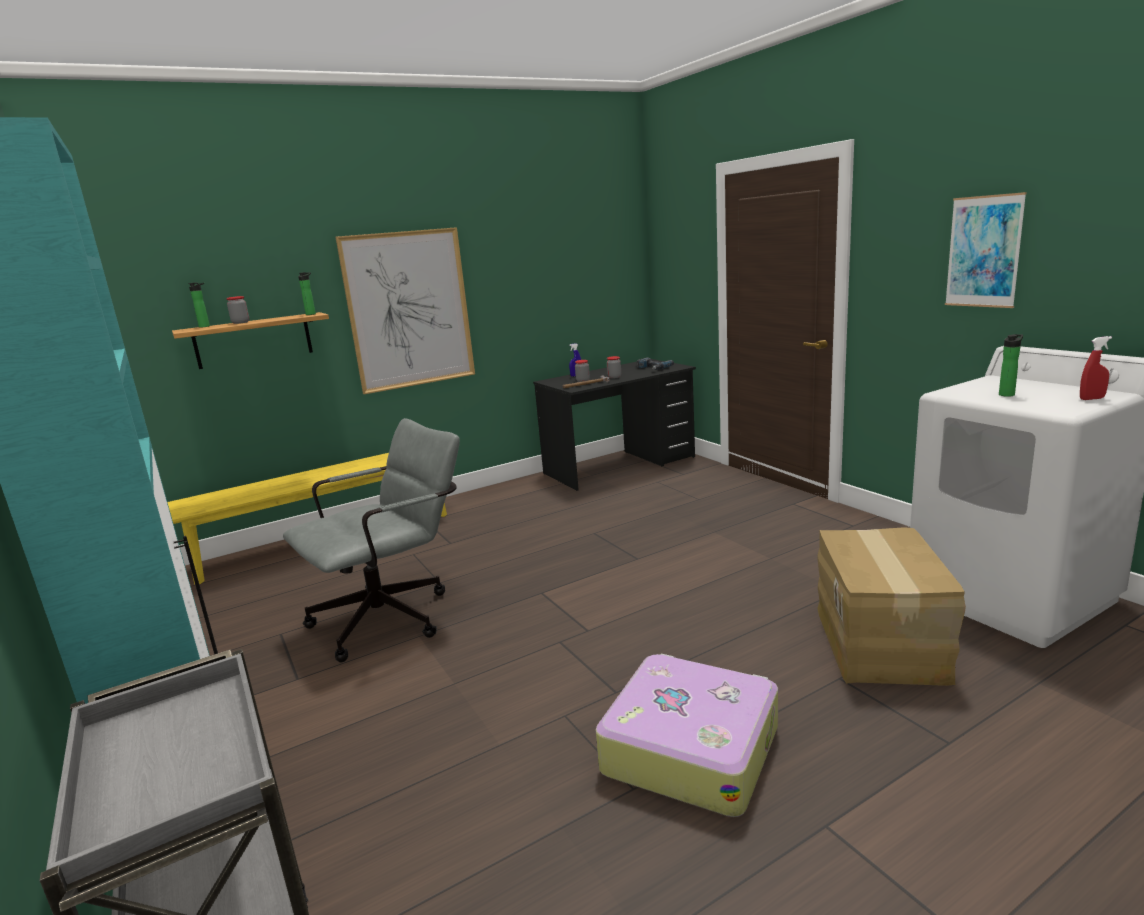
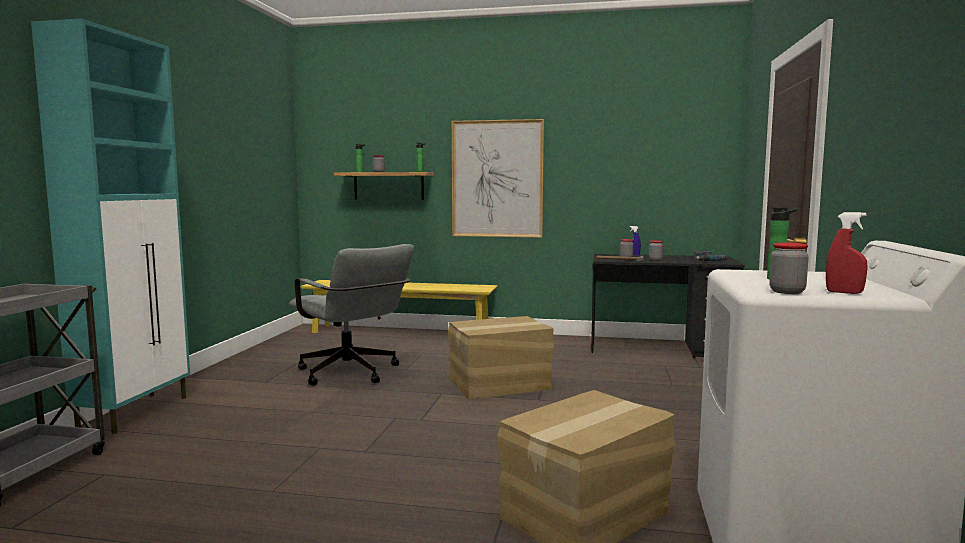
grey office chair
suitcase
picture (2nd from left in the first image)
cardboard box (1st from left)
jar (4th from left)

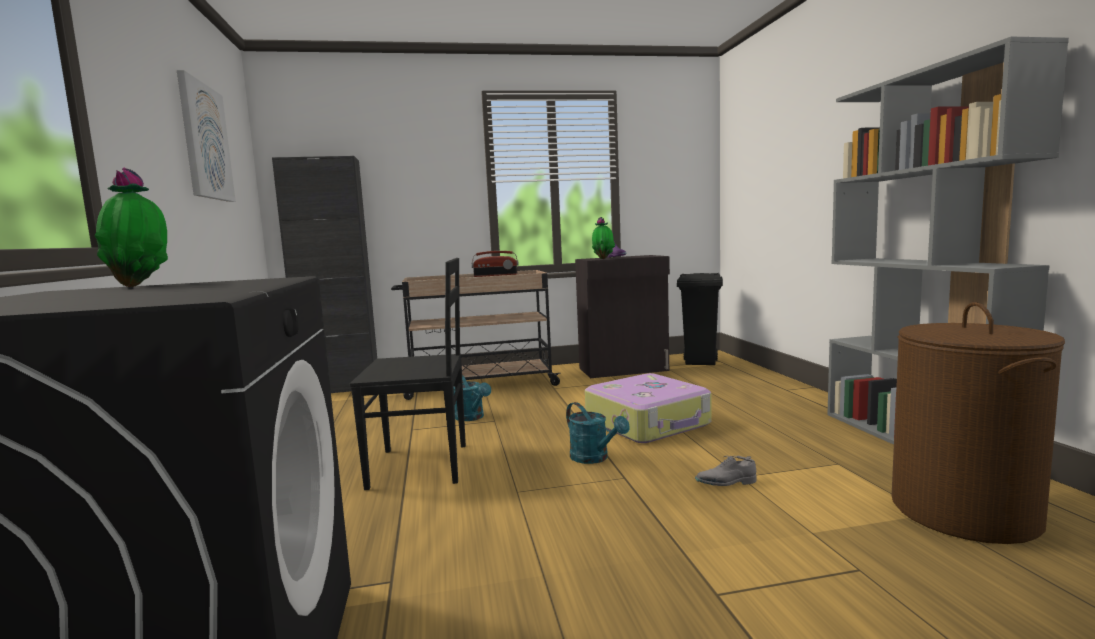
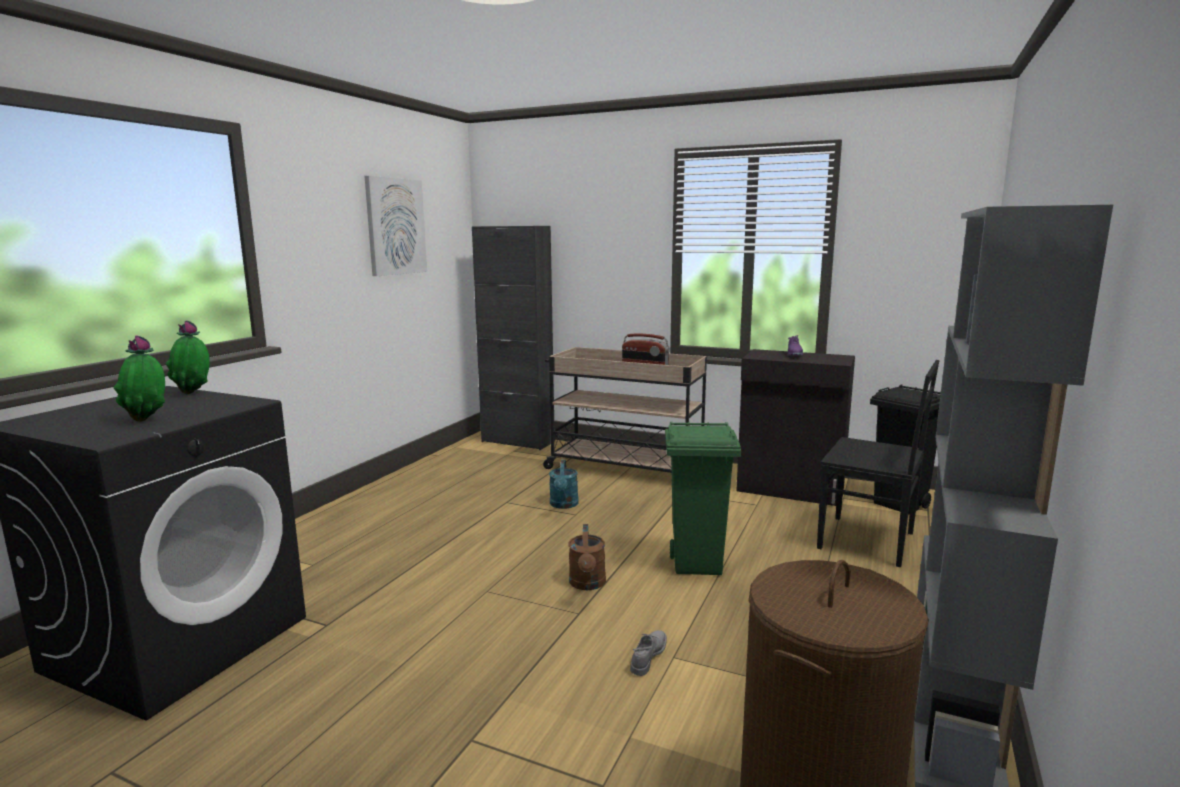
black chair
brown watering can
green trash can
potted plant (1st from left)
grey shoe

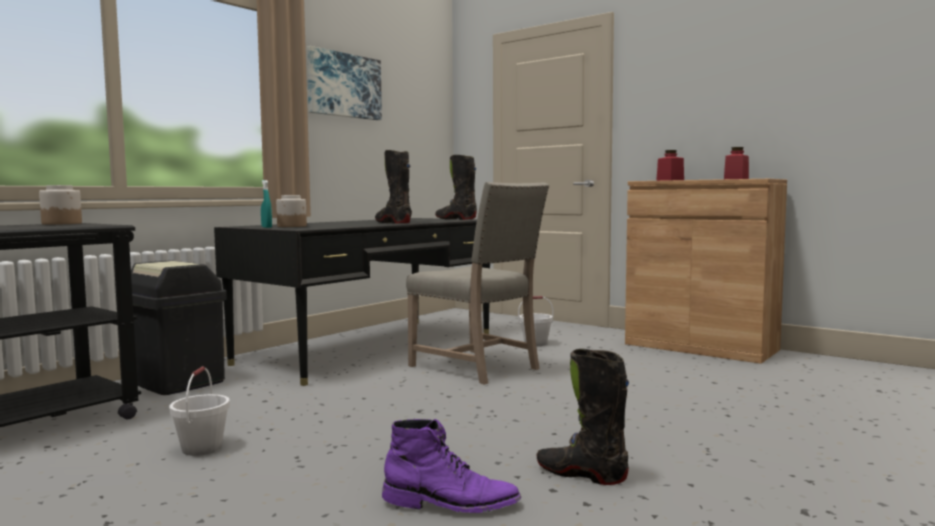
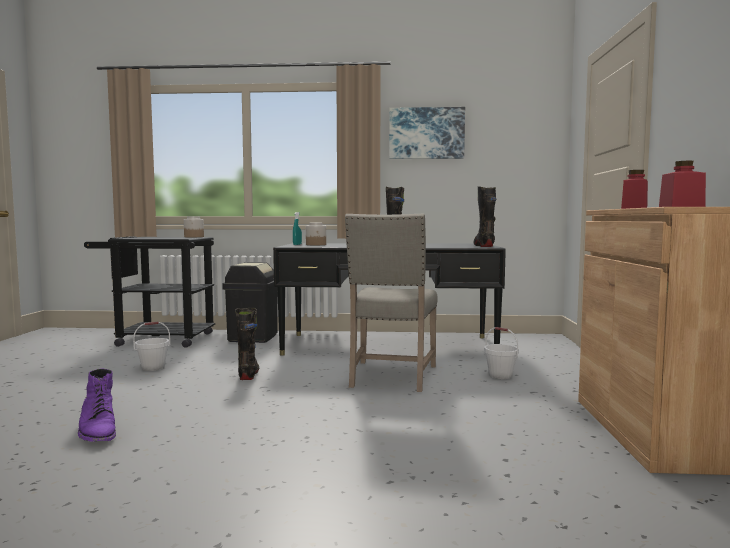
black boot (1st from left)

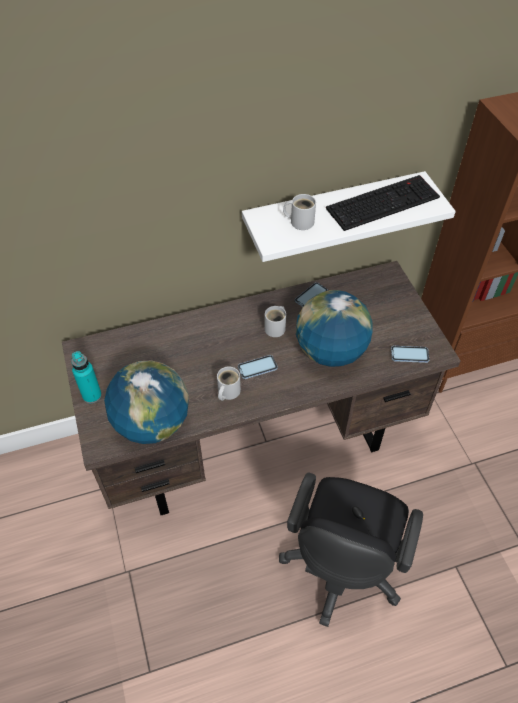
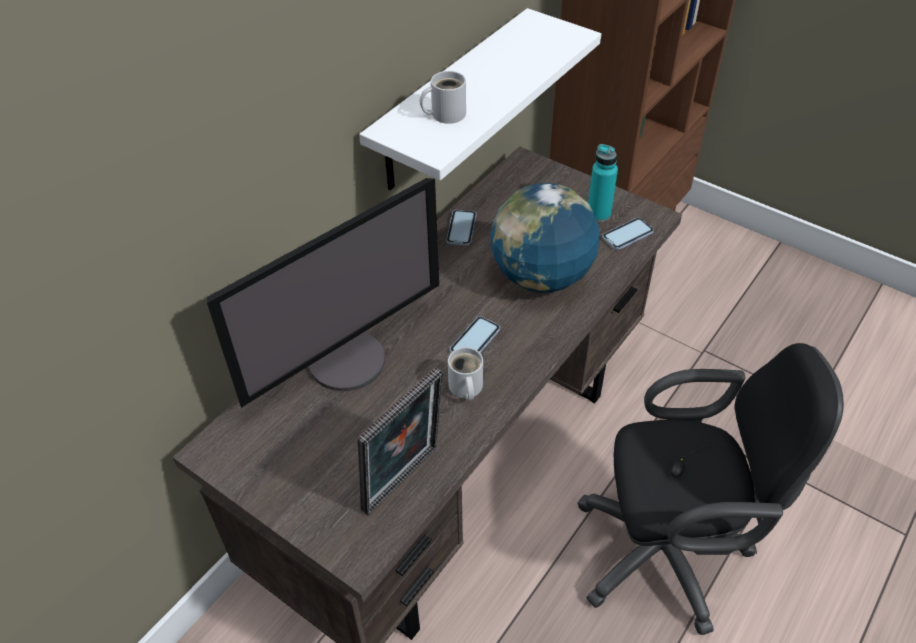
turquoise bottle
picture frame
white mug (2nd from left in the first image)
black office chair
keyboard
monitor

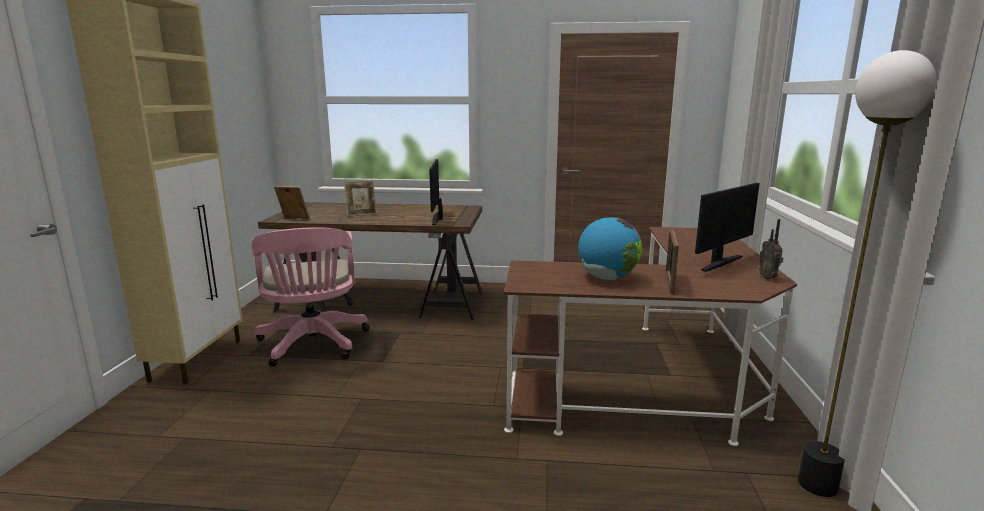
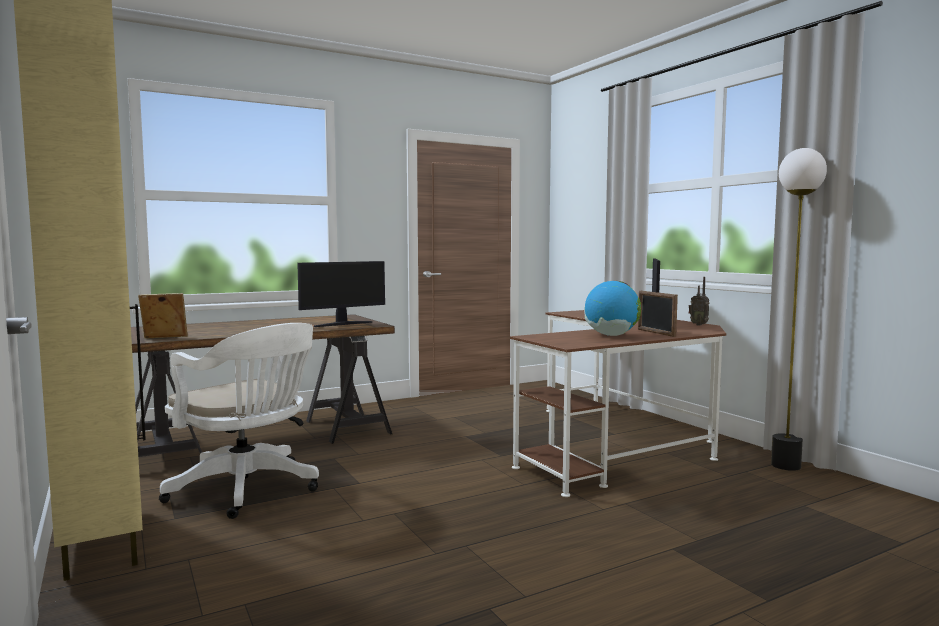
white office chair
picture frame (2nd from left in the first image)
monitor (1st from left)

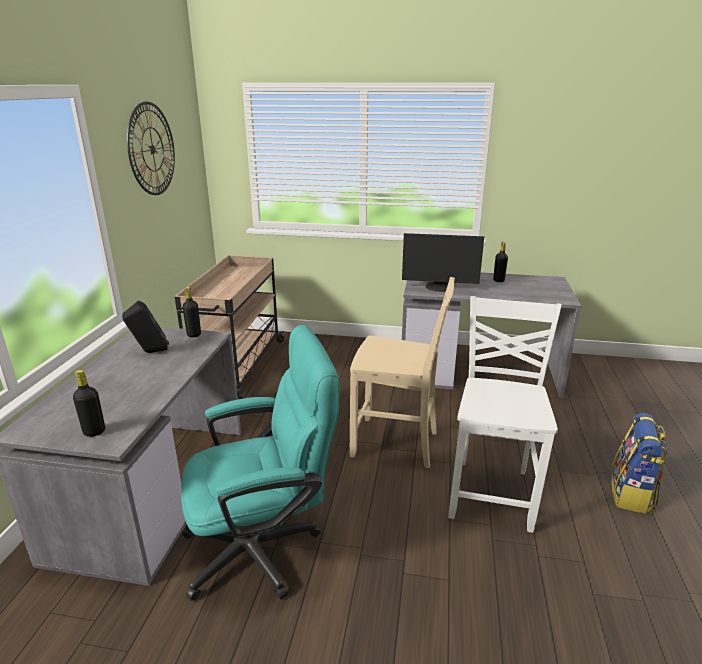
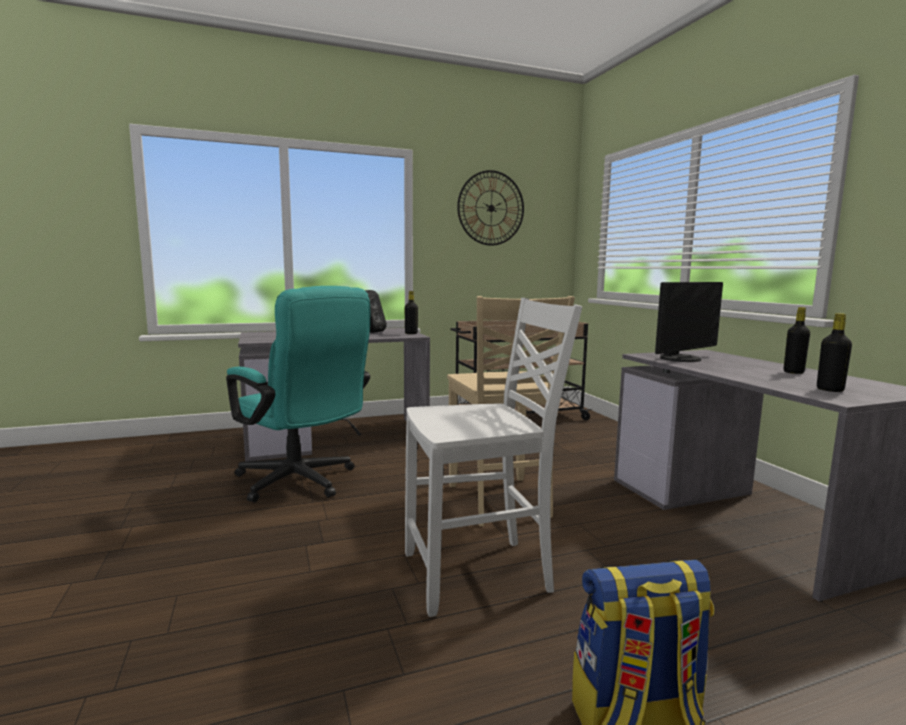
black bottle (3rd from left)
monitor

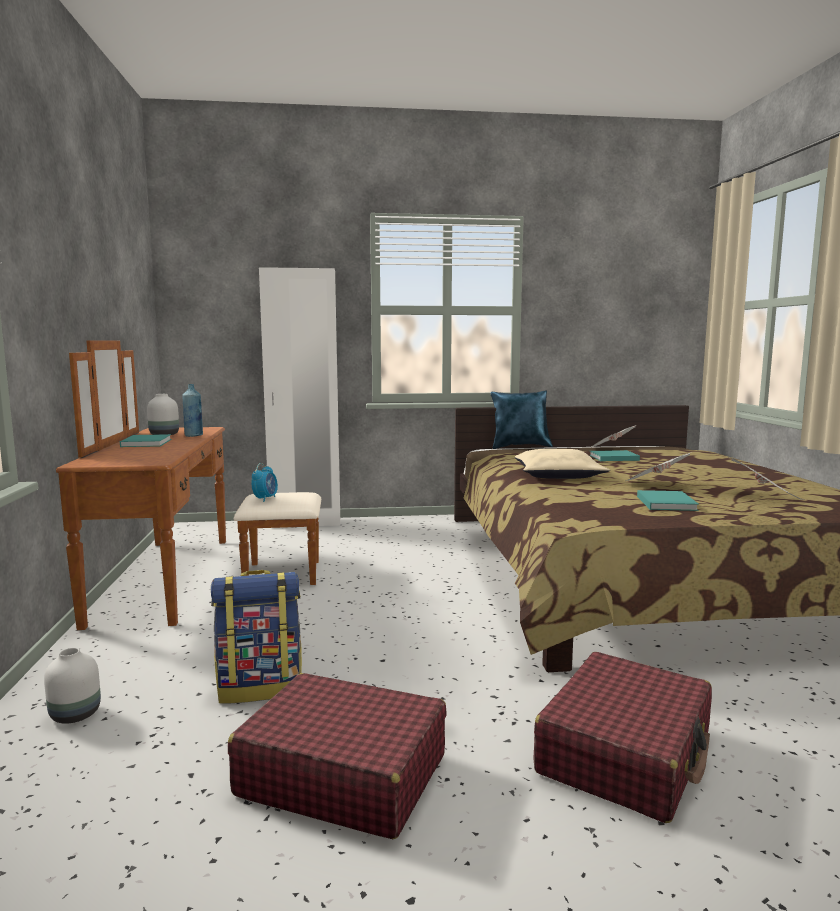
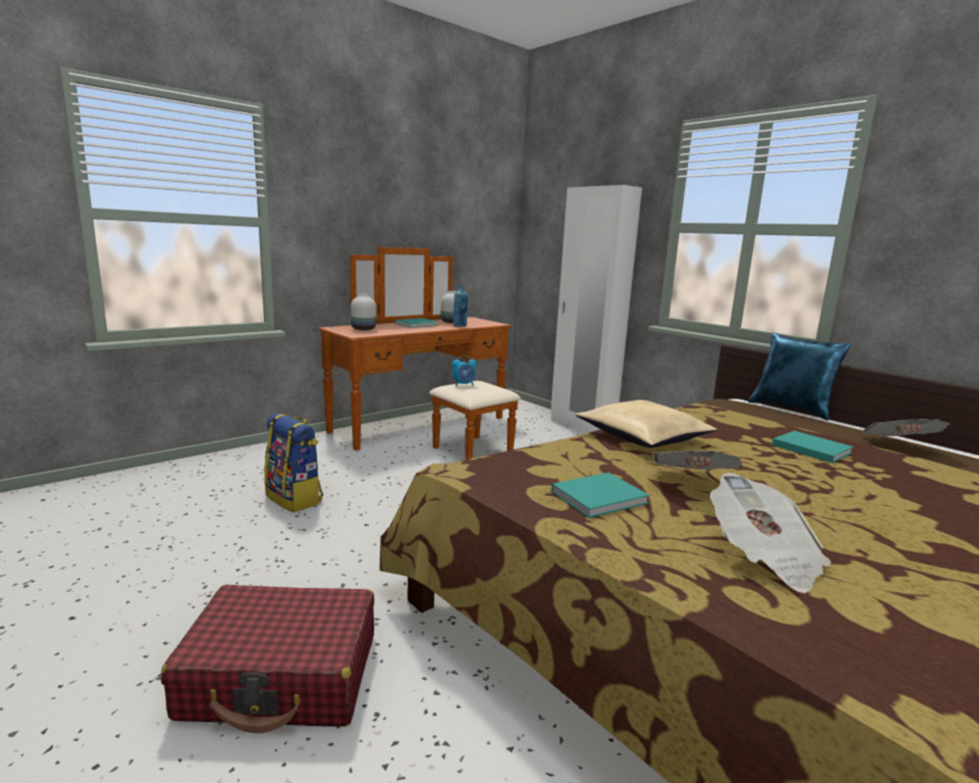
white vase (1st from left)
red suitcase (1st from left in the first image)

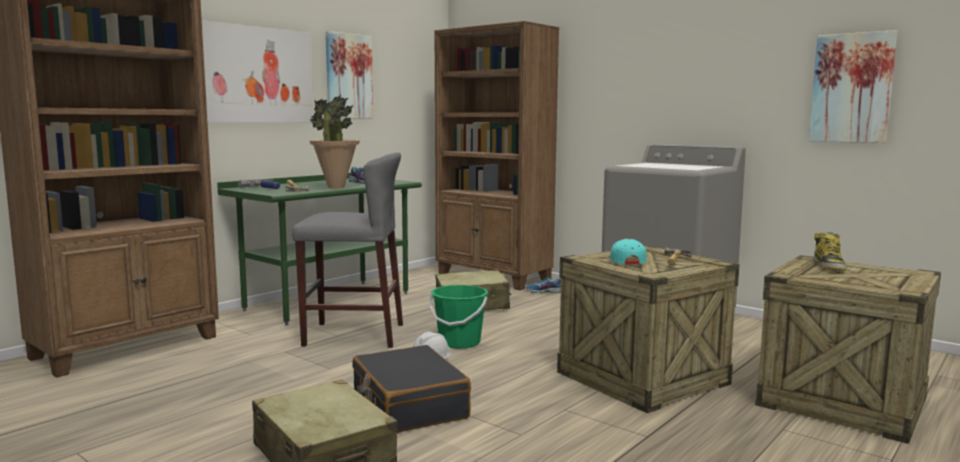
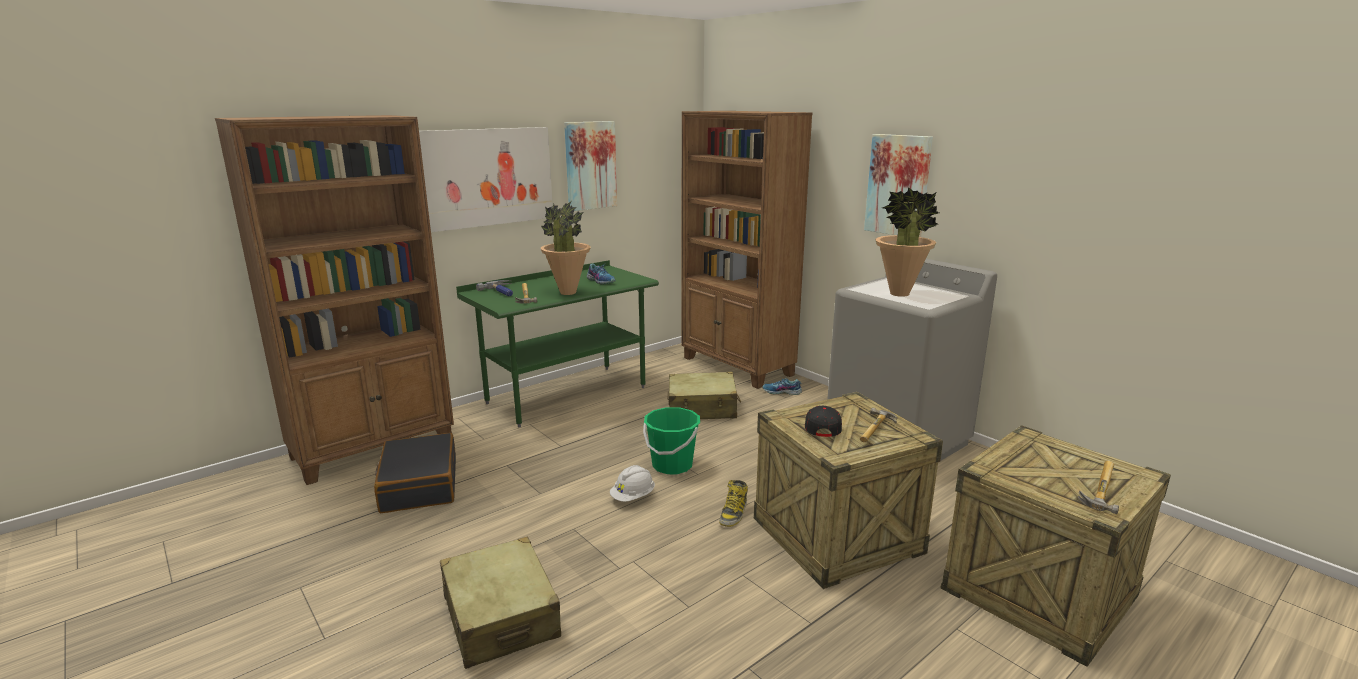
grey stool
black suitcase
black cap
picture (3rd from left)
boot
potted plant (2nd from left)
hammer (4th from left)

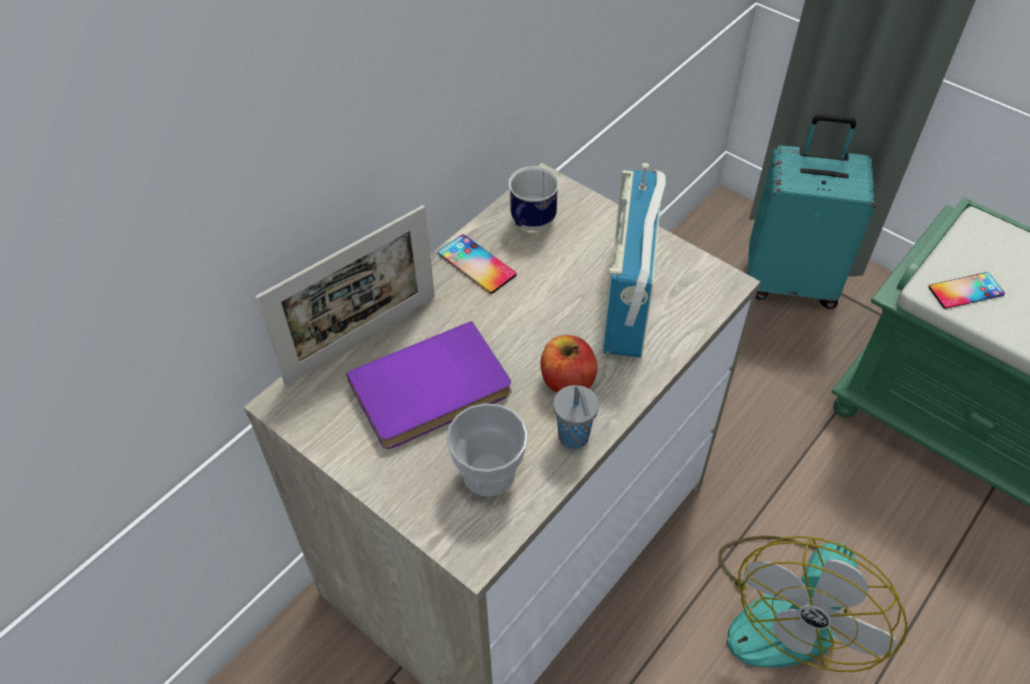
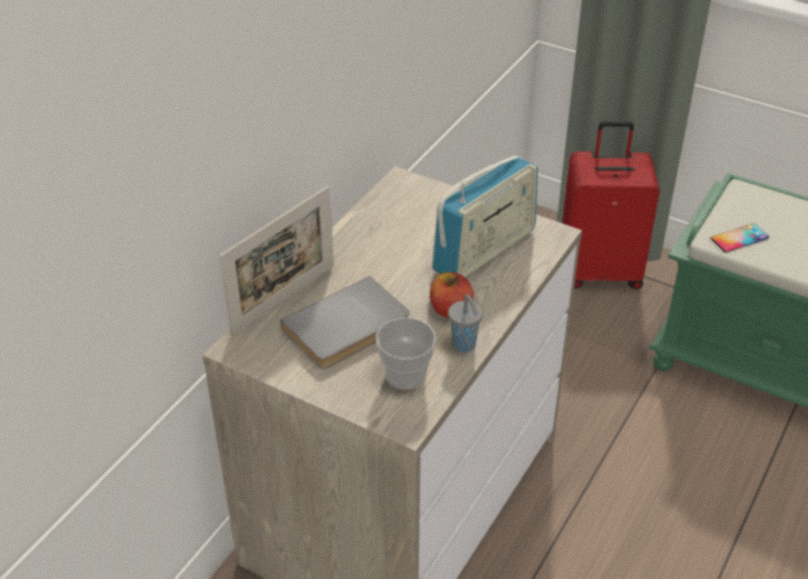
grey book
phone (1st from left in the first image)
mug
radio
fan
red suitcase

